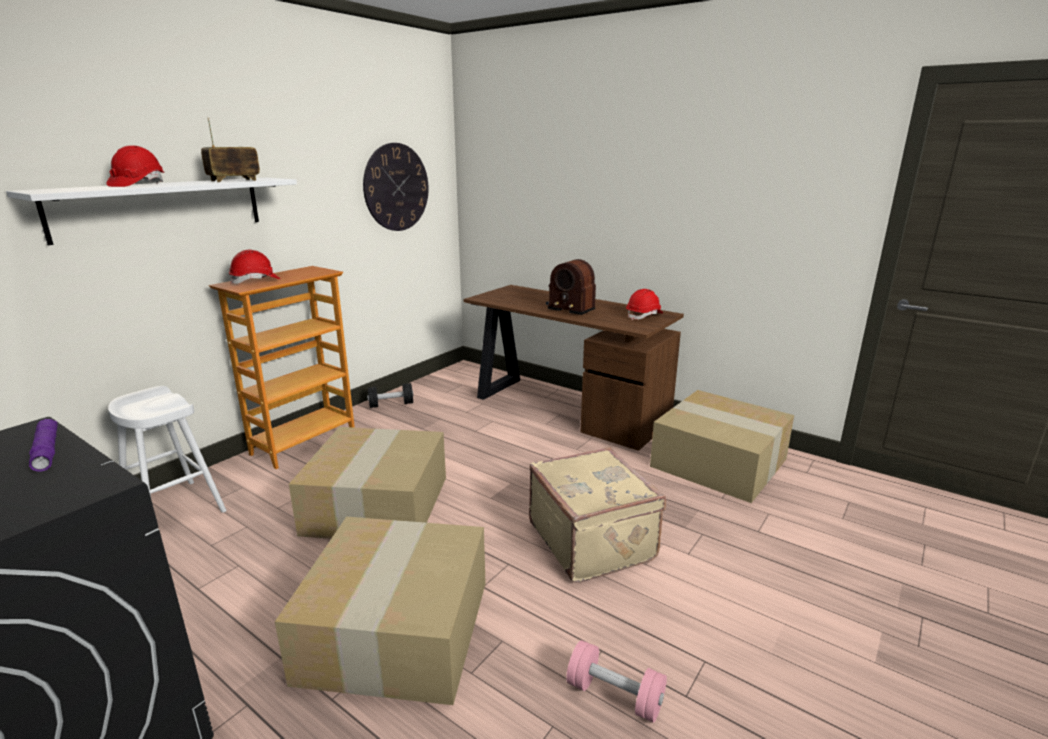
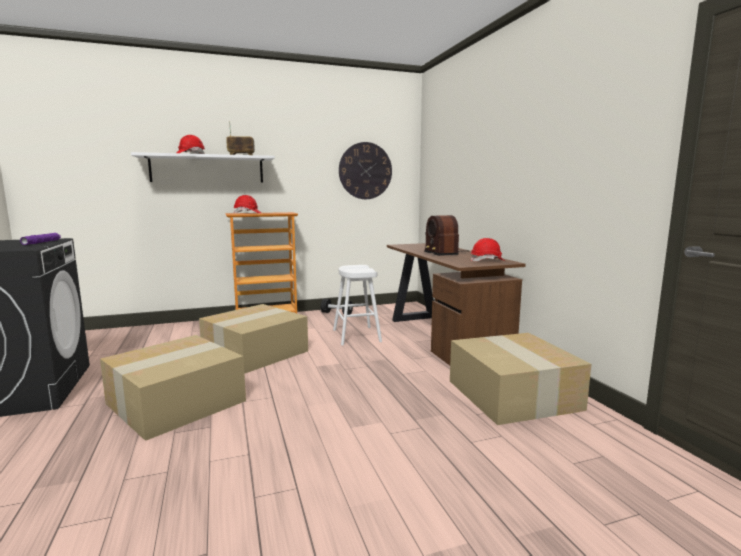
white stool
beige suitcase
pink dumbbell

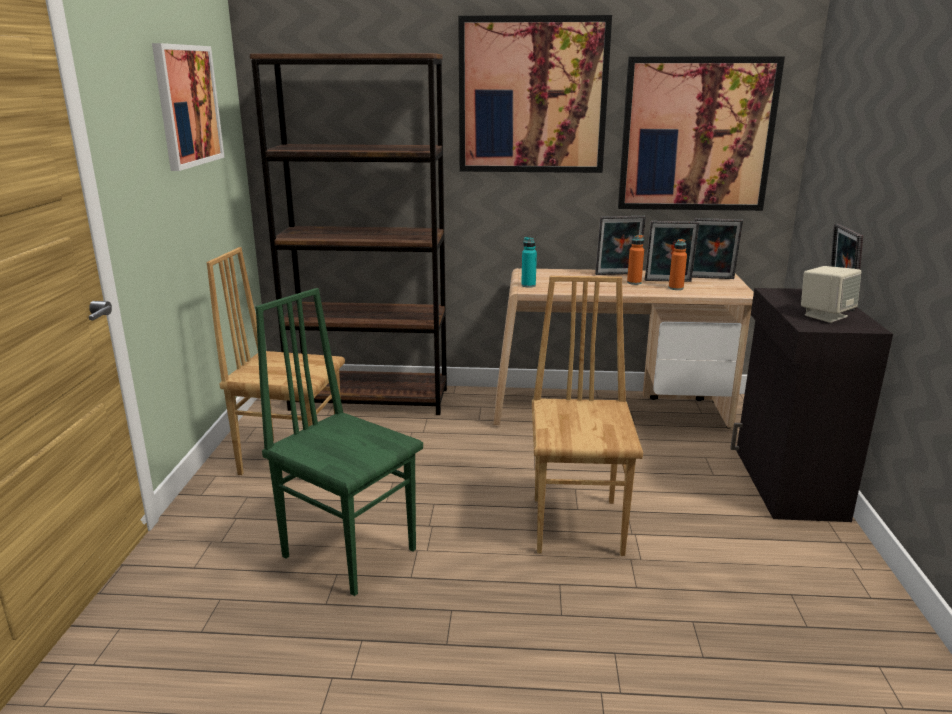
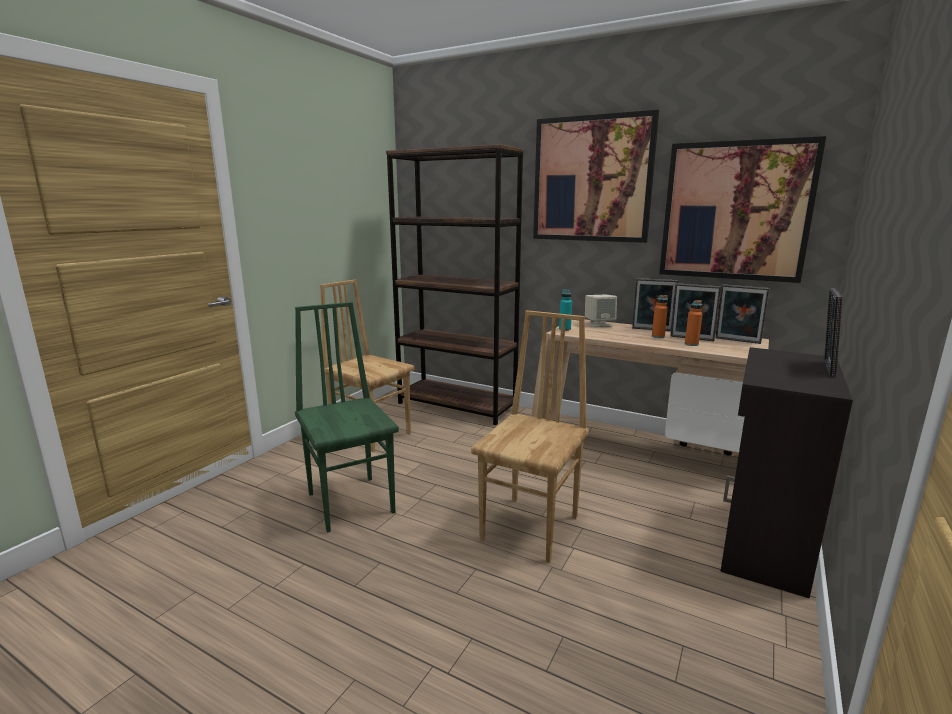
picture (1st from left in the first image)
beige speaker

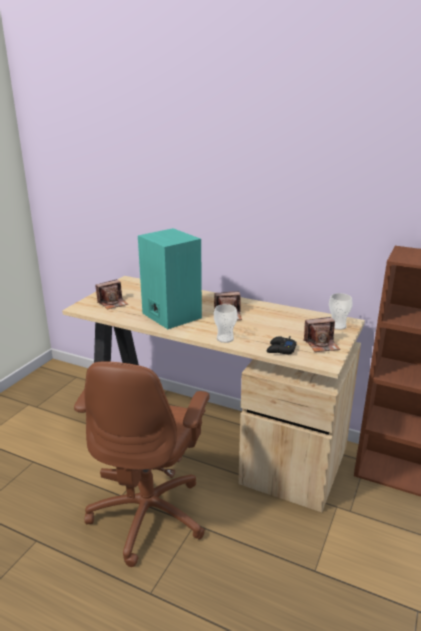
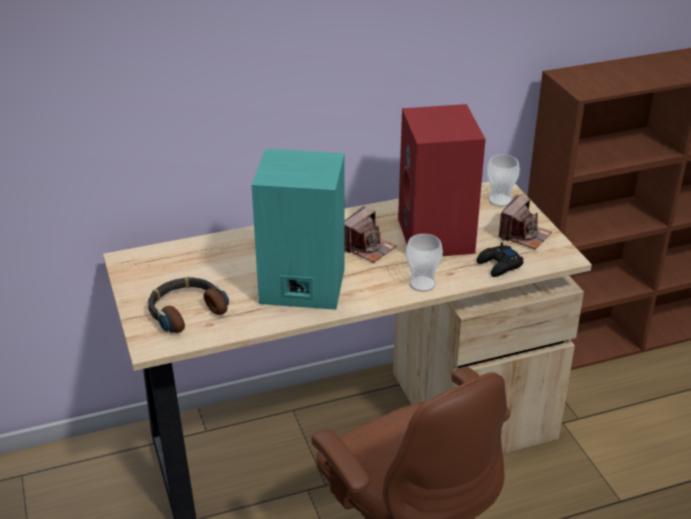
headphones
red speaker

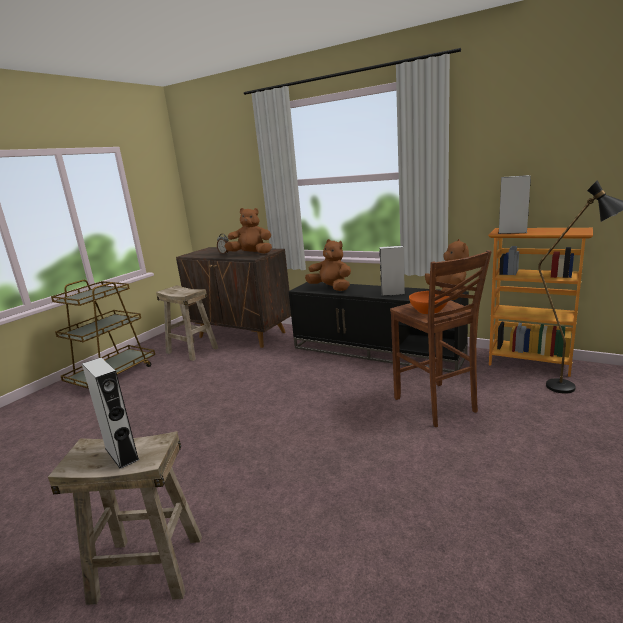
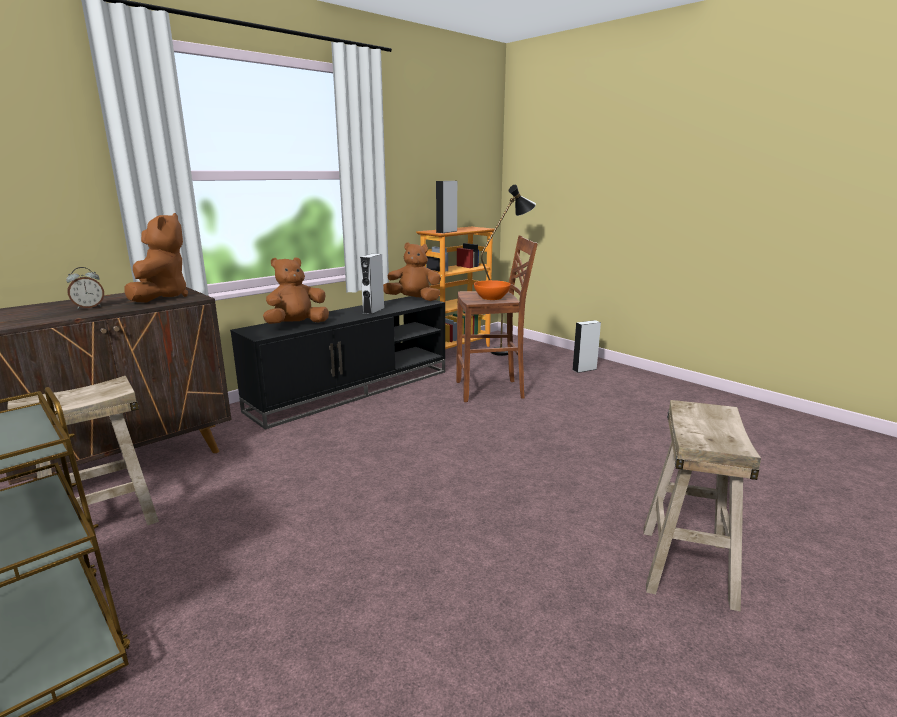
grey speaker (3rd from left)
brown plush toy (1st from left)

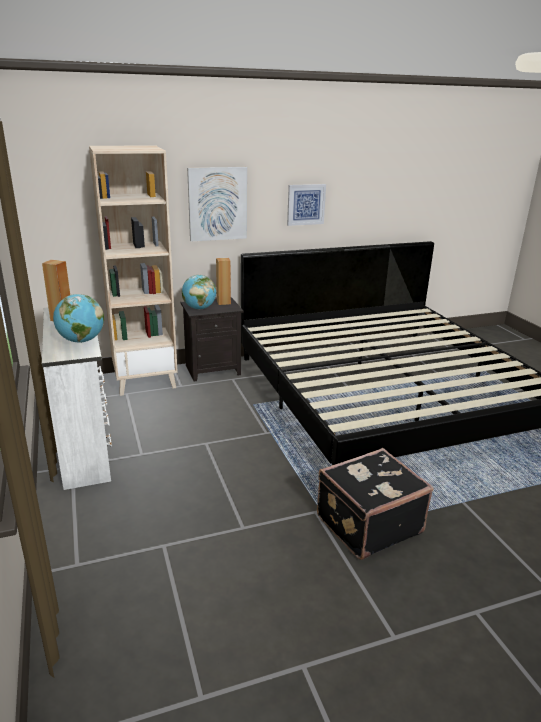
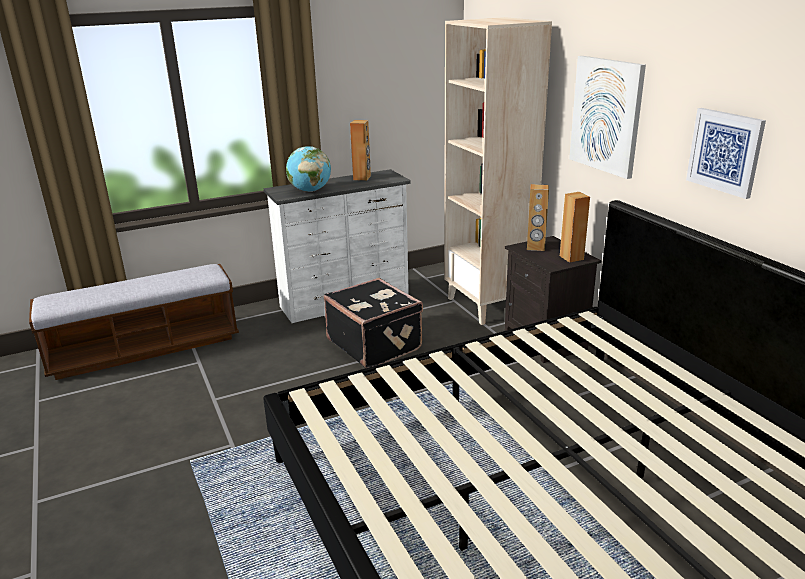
brown speaker (2nd from left)
black suitcase
bench

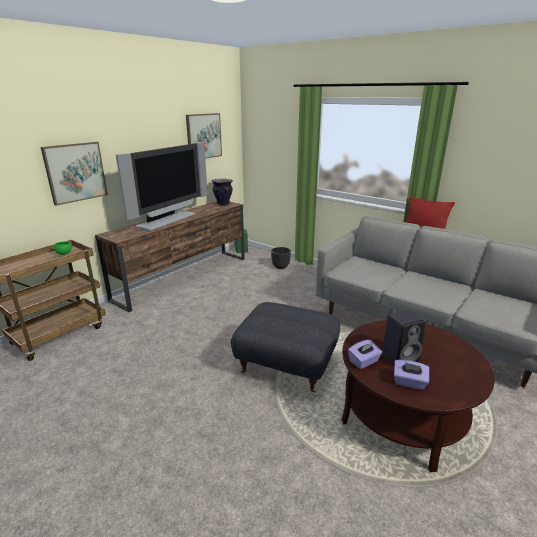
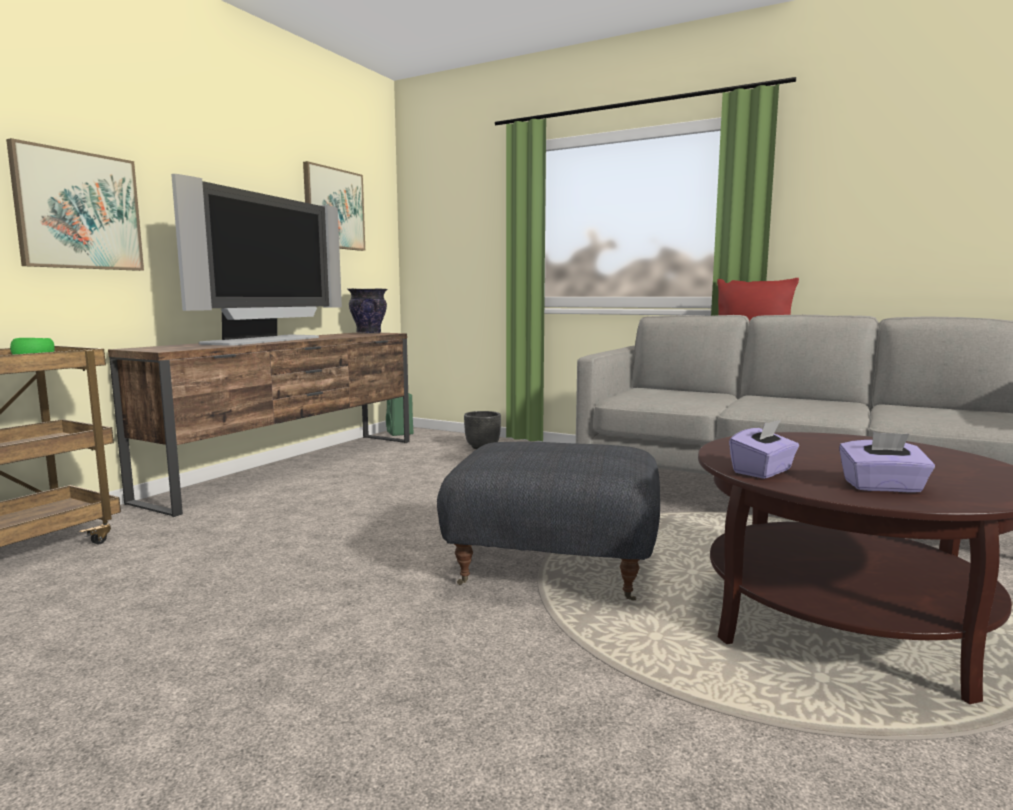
black speaker

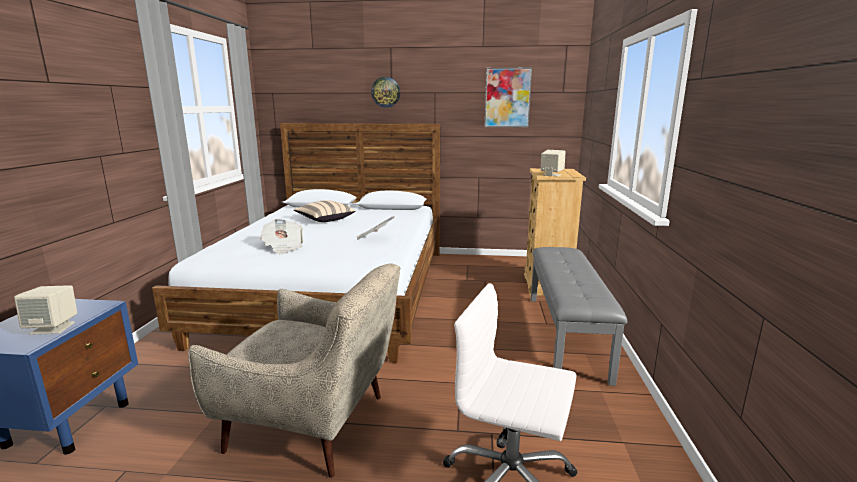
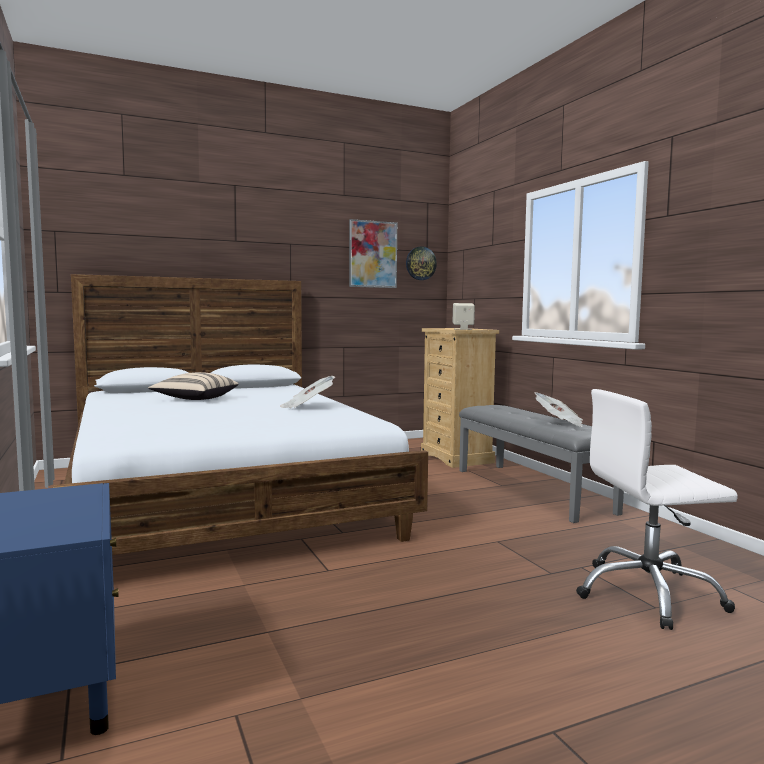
beige speaker (1st from left in the first image)
beige armchair
newspaper (2nd from left)
wall clock

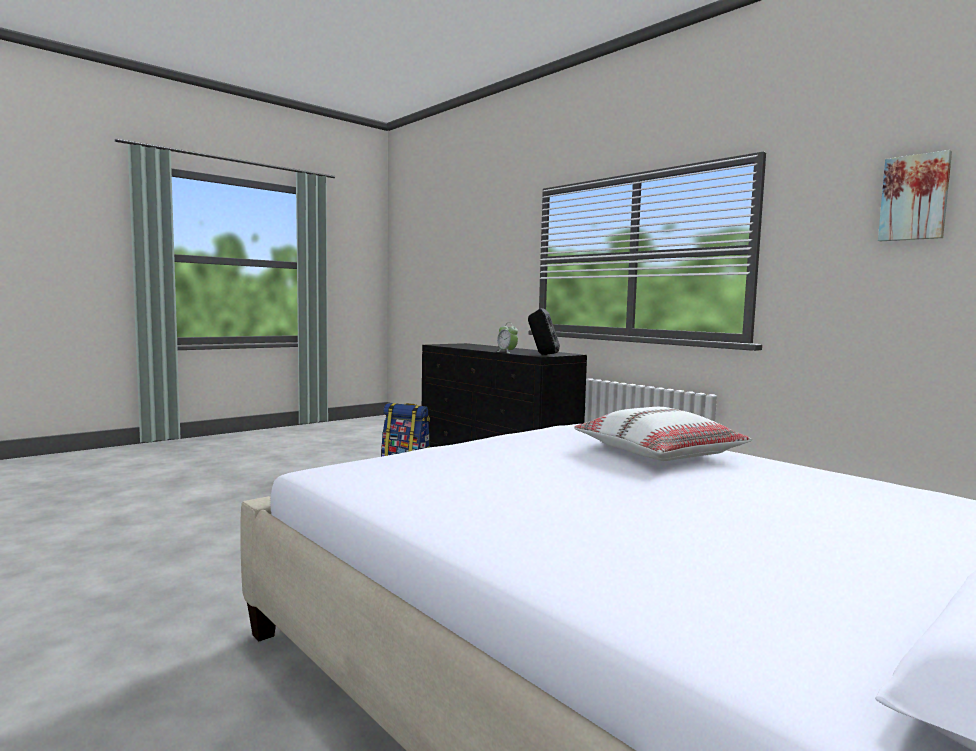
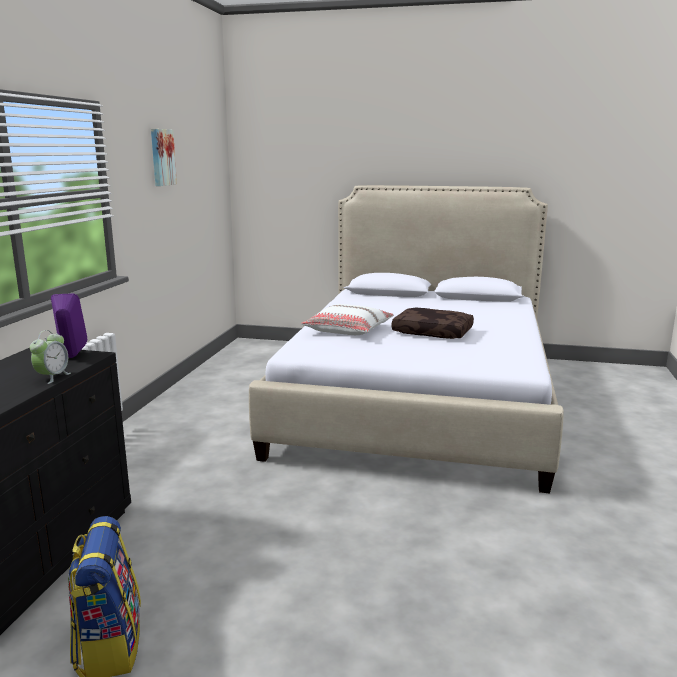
purple speaker
brown pillow

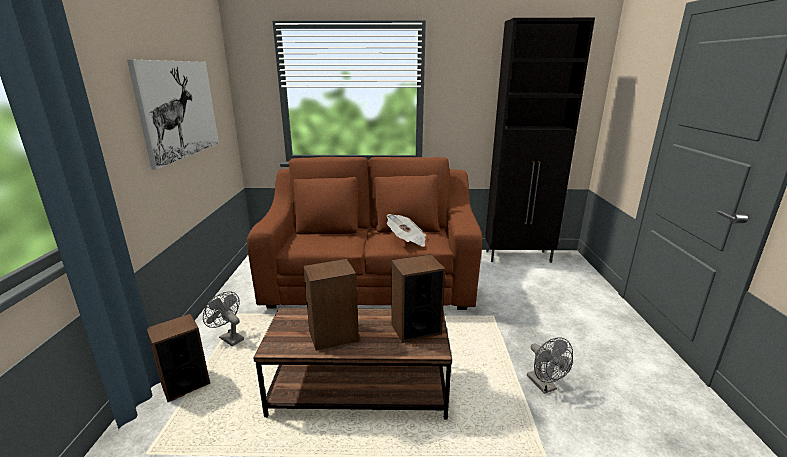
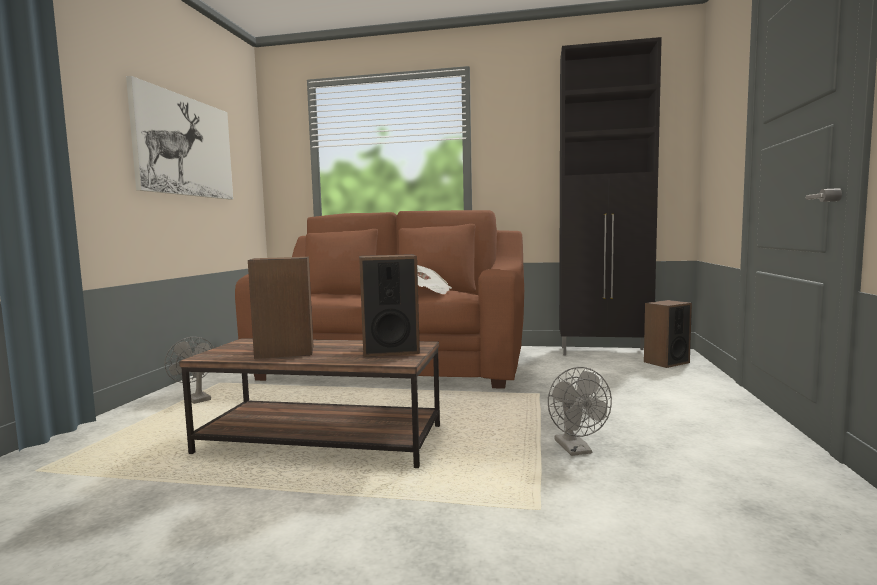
speaker (3rd from left)

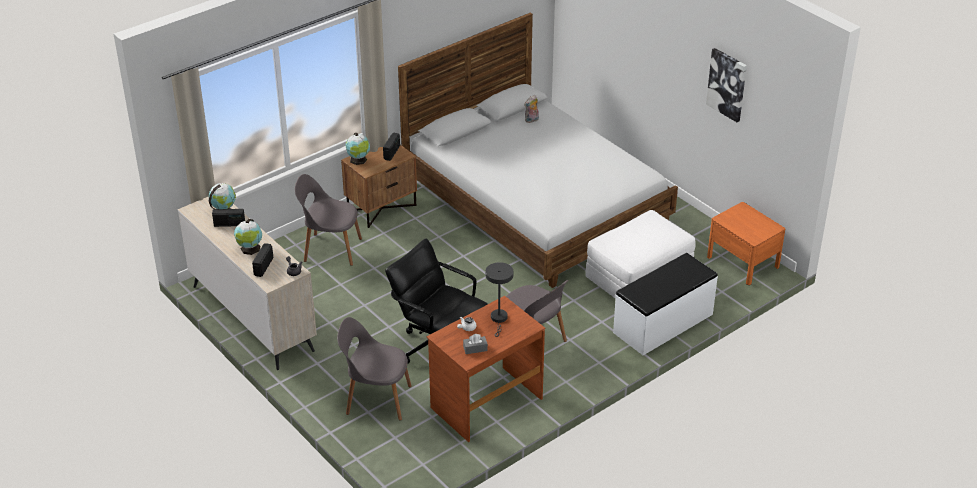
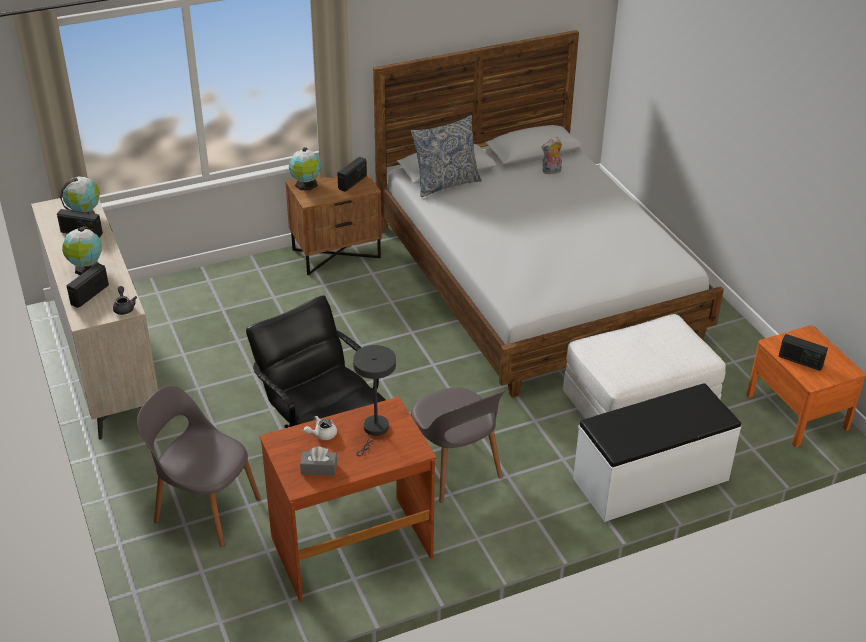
grey chair (1st from left in the first image)
picture
pillow
radio (4th from left)

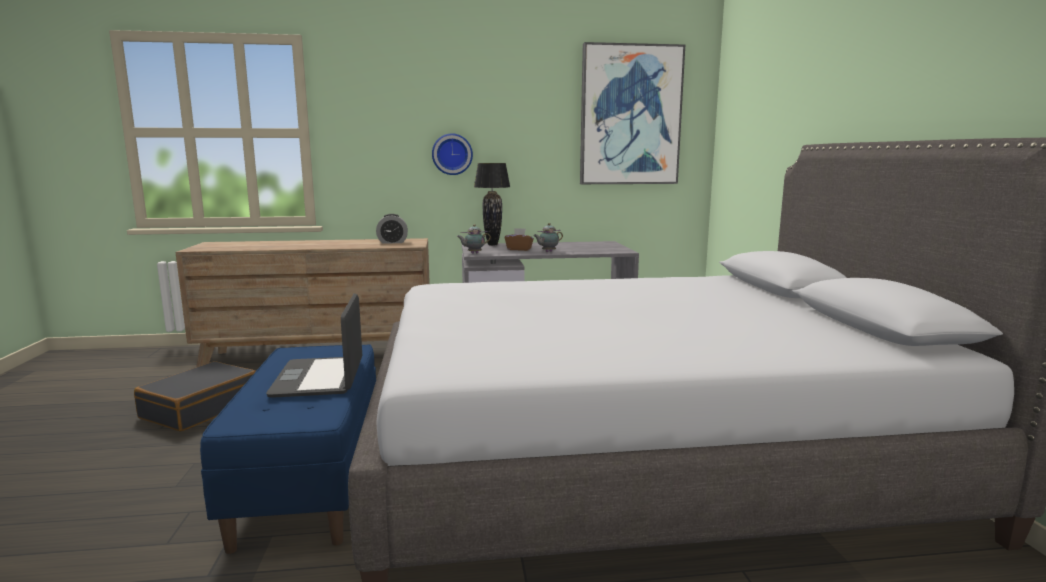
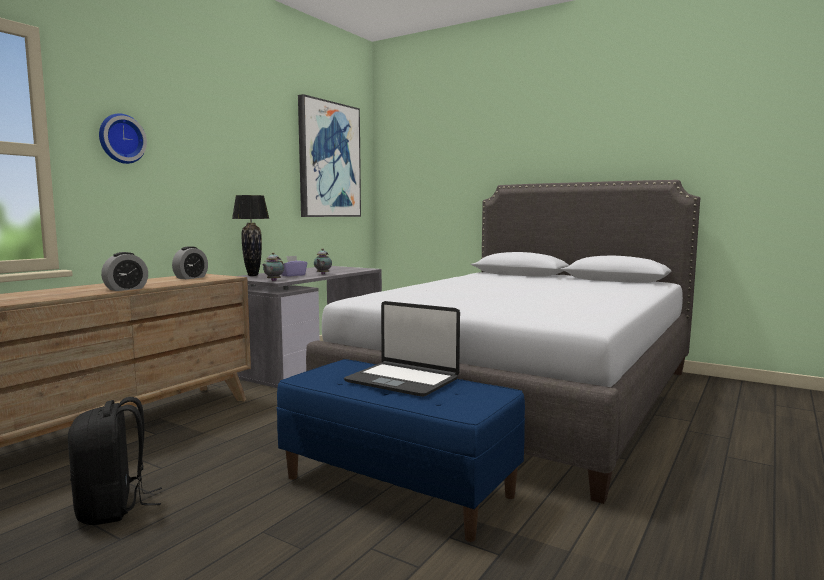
black backpack
wall clock
purple tissue box
alarm clock (1st from left)

